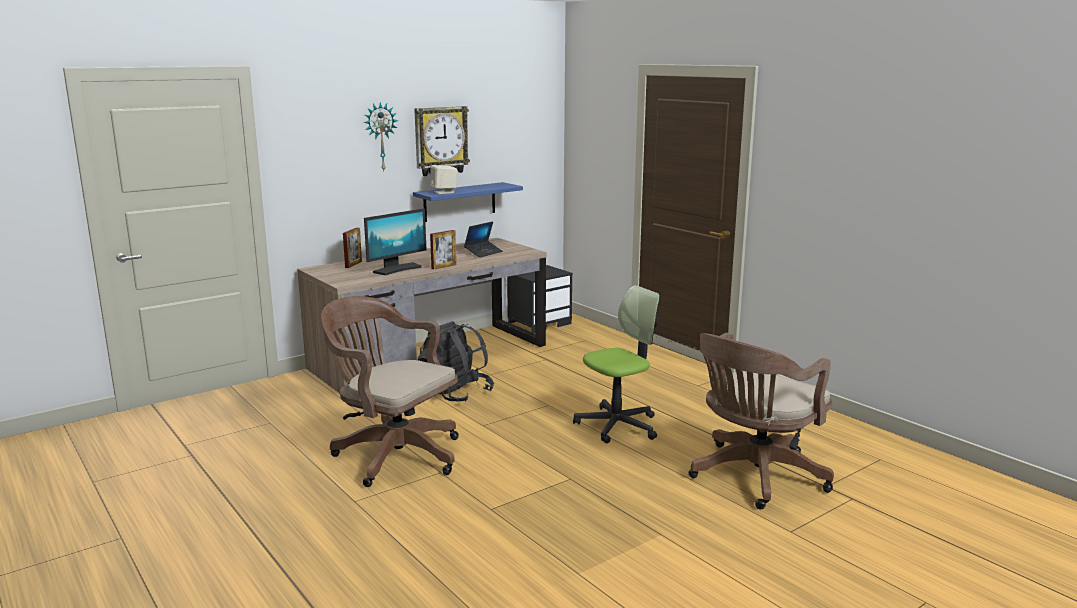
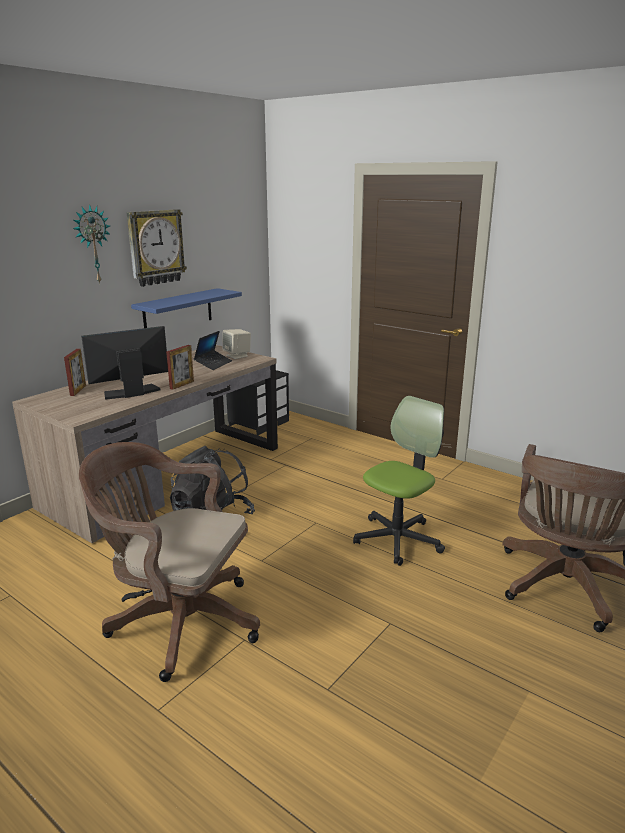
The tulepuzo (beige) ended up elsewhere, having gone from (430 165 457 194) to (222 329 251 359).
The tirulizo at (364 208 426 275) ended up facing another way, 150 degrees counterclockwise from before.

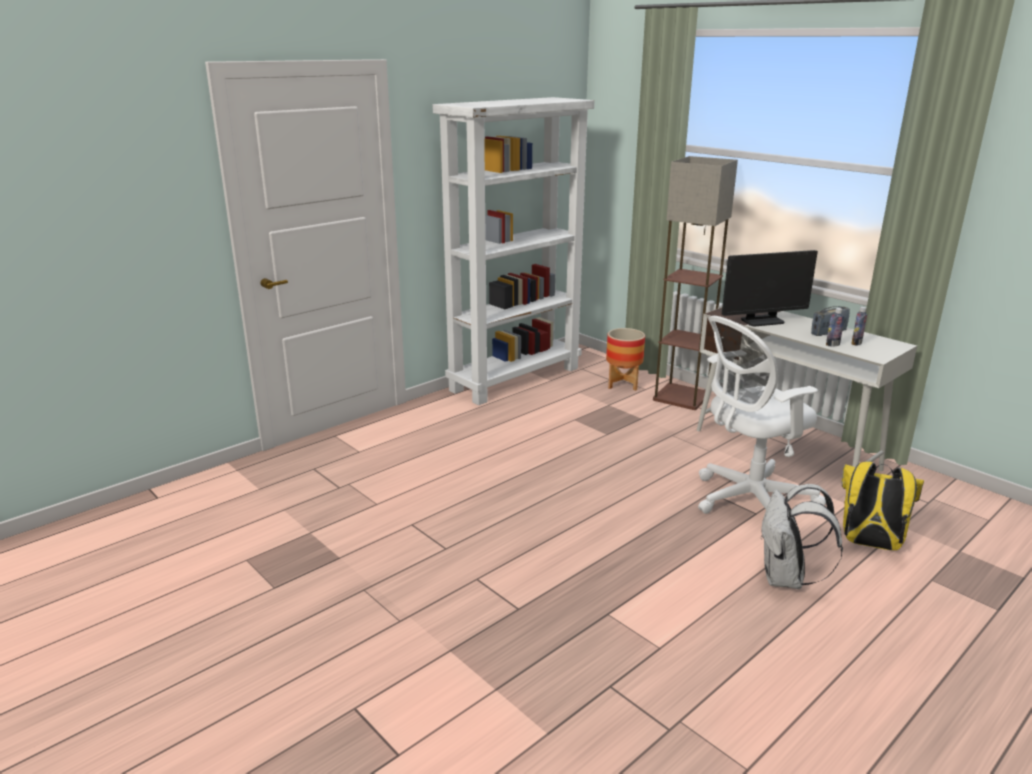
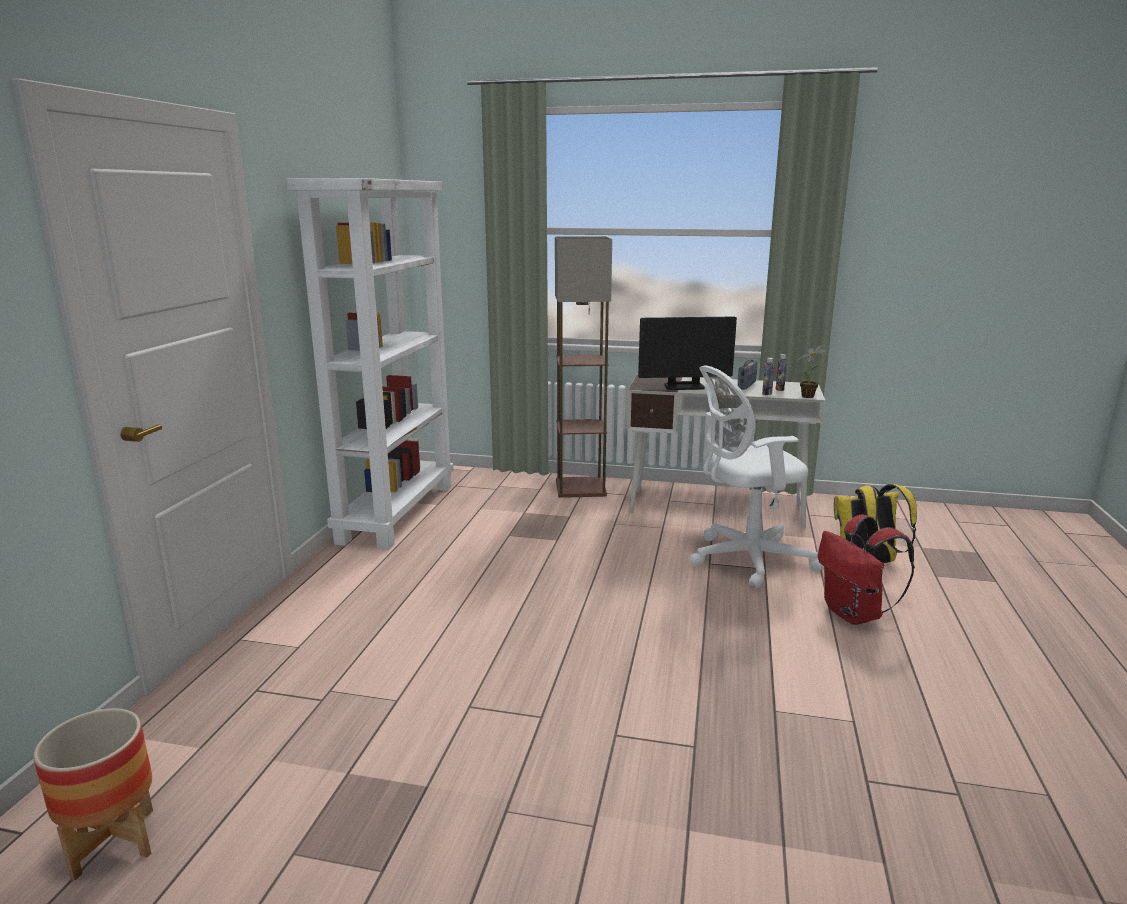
The tirulizo at (722 250 818 326) ended up facing another way, 45 degrees clockwise from before.
The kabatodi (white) at (698 316 826 514) ended up facing another way, 45 degrees clockwise from before.
The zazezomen ended up elsewhere, having gone from (606 328 645 391) to (33 708 153 880).
What was the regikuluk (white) at (762 484 843 589) turned into the regikuluk (red) at (818 515 915 625).
The second view gained the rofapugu at (797 343 826 398).

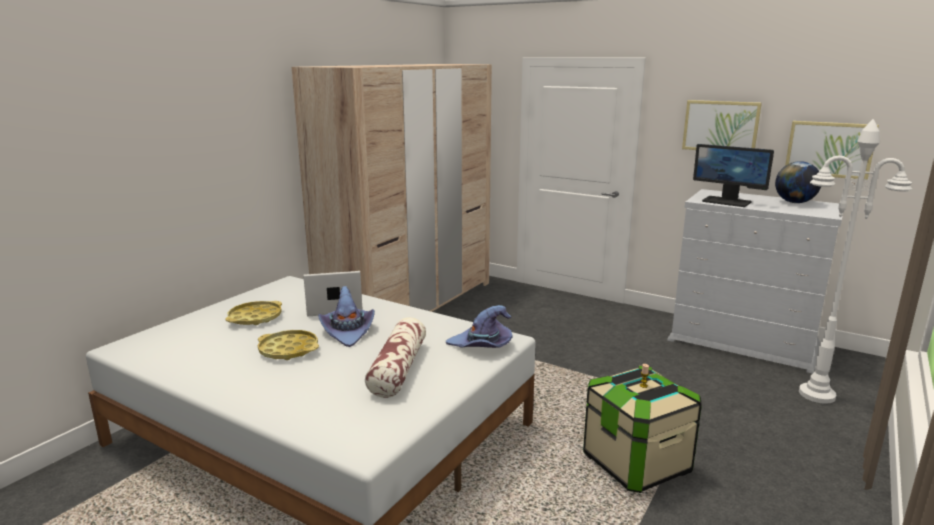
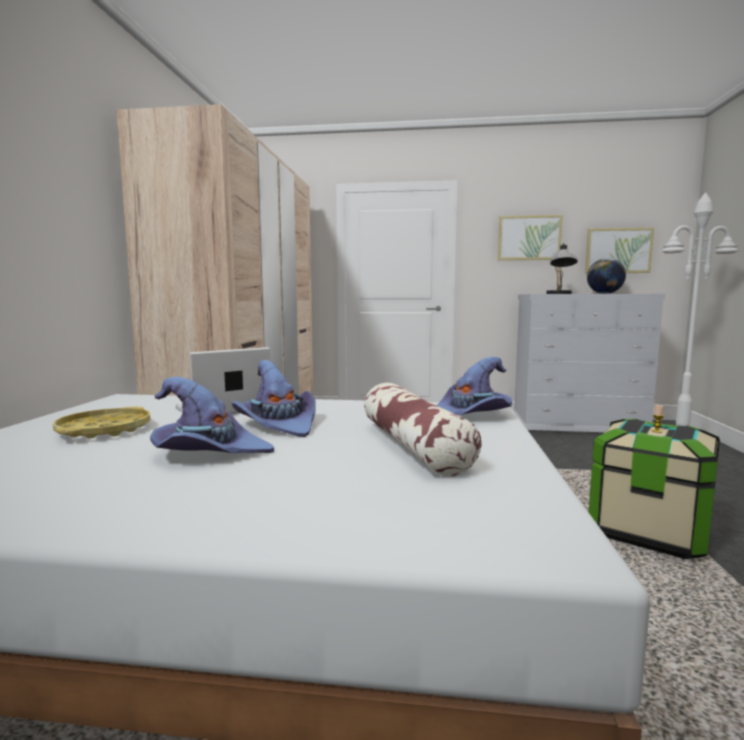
Where the tirulizo stood at (693 144 774 207), the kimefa came to stand at (546 243 578 294).
Where the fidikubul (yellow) stood at (258 330 319 360), the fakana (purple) came to stand at (150 377 274 453).

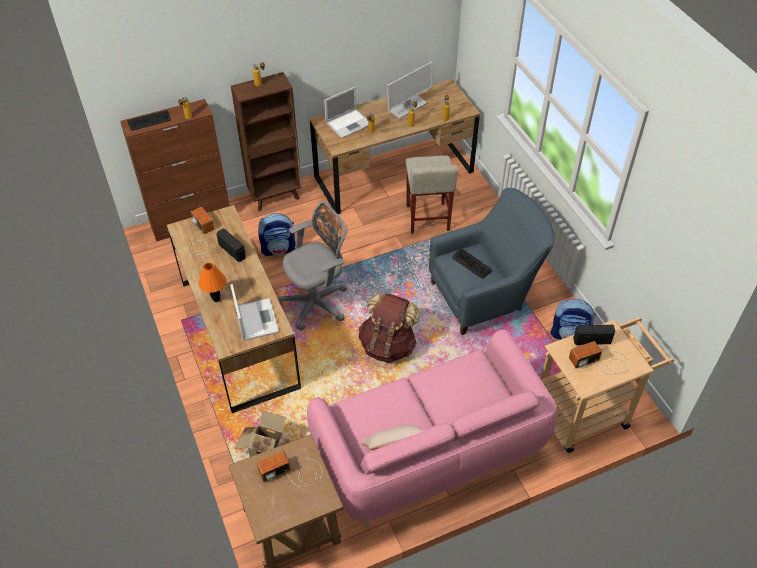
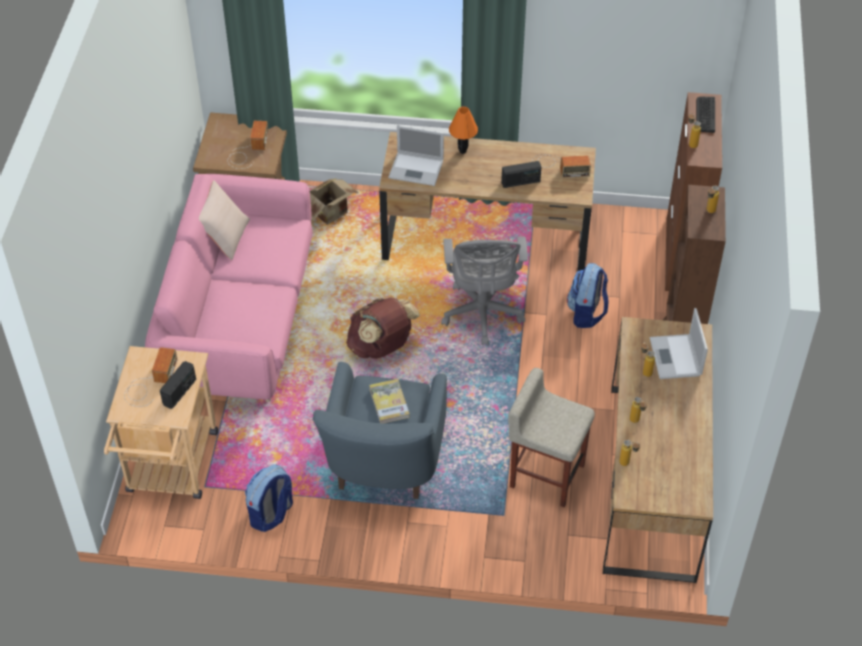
The second view lost the tirulizo at (387 62 433 119).
Where the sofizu stood at (452 248 492 278), the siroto came to stand at (369 379 410 423).

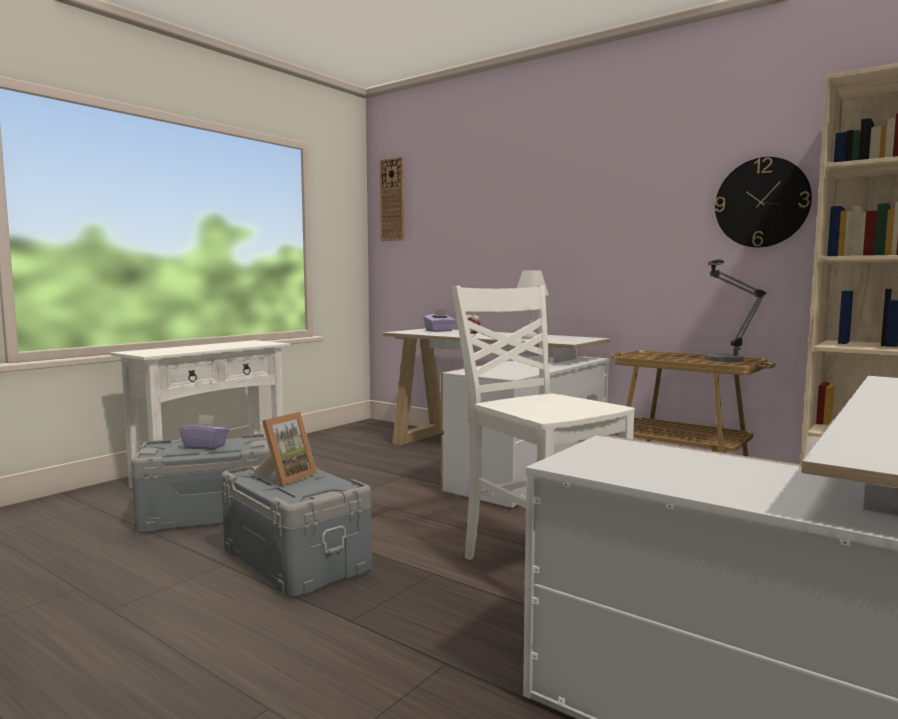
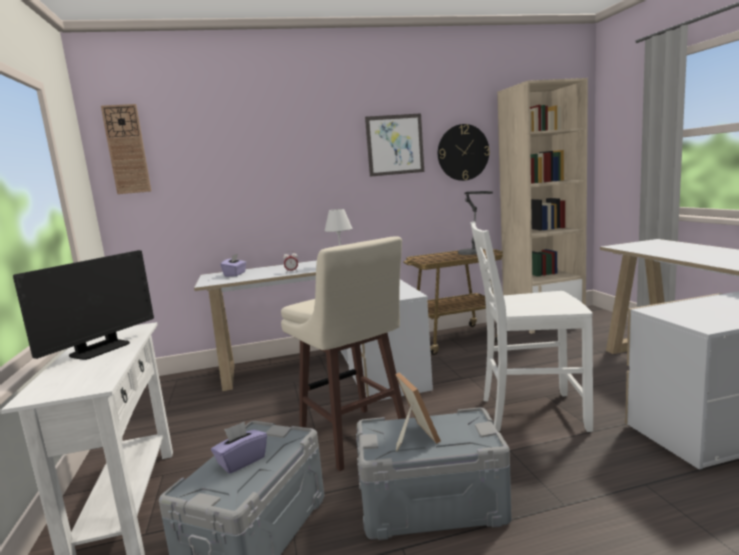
The second view gained the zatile at (365 113 424 177).
The second view gained the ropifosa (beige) at (281 236 406 471).
The second view gained the tirulizo at (13 250 154 360).

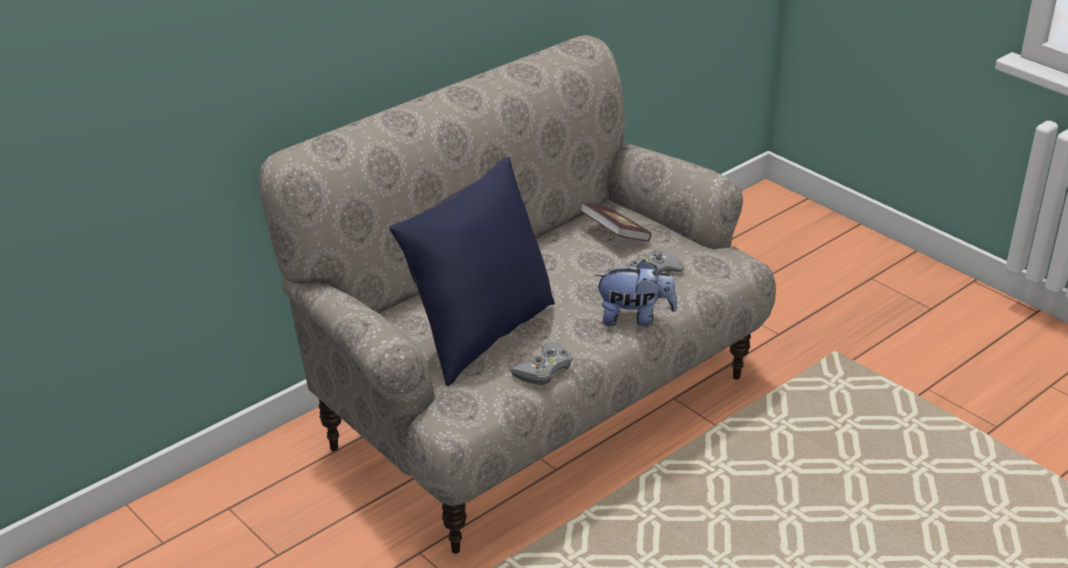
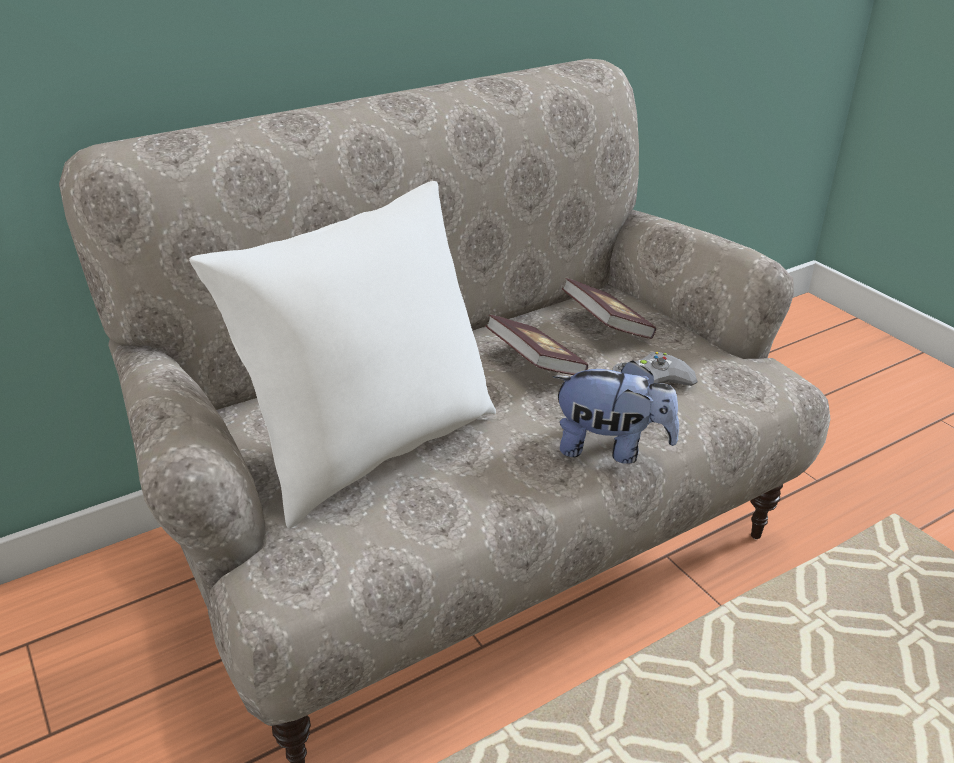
What was the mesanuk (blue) at (389 157 555 386) turned into the mesanuk (white) at (189 181 496 528).
The second view lost the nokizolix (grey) at (510 342 573 385).
The second view gained the siroto at (485 315 588 375).

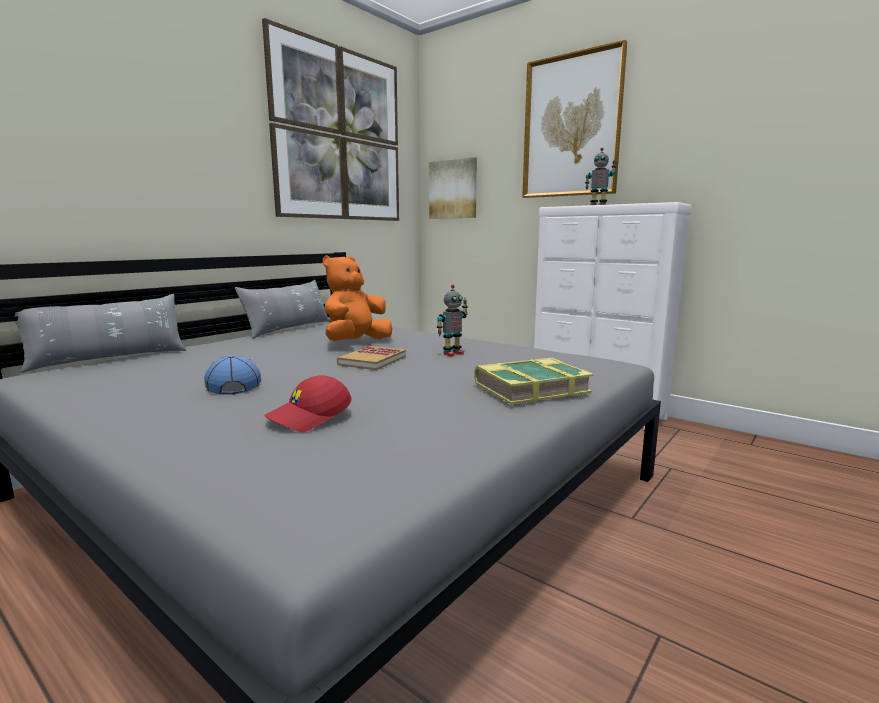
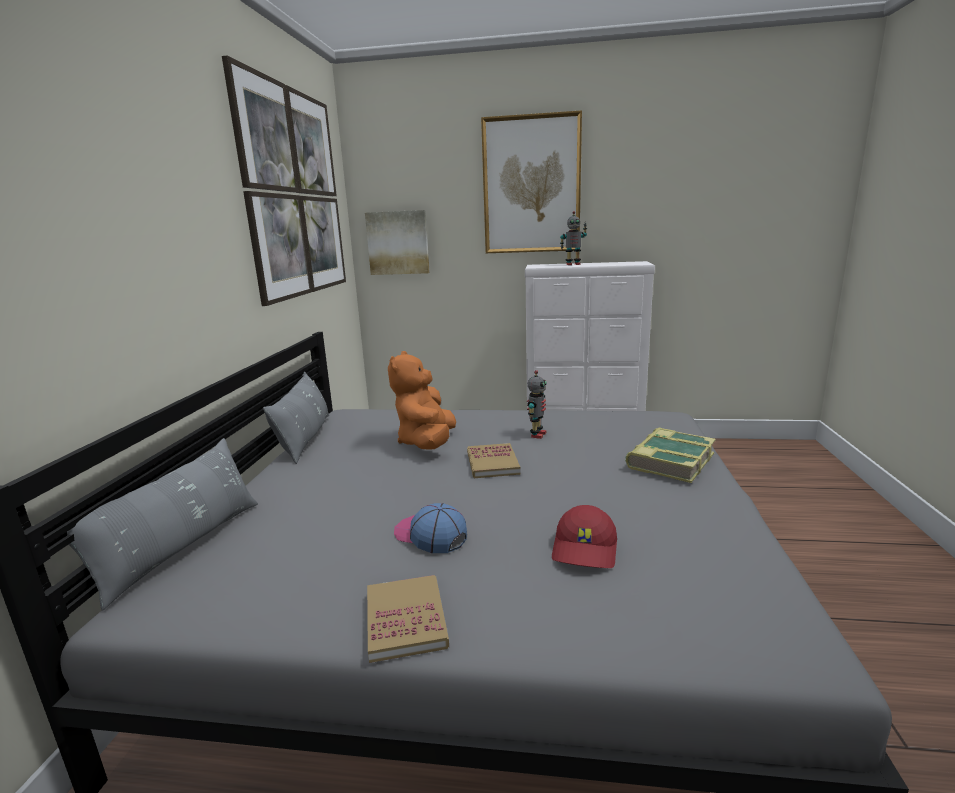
The second view gained the siroto at (367 575 449 663).

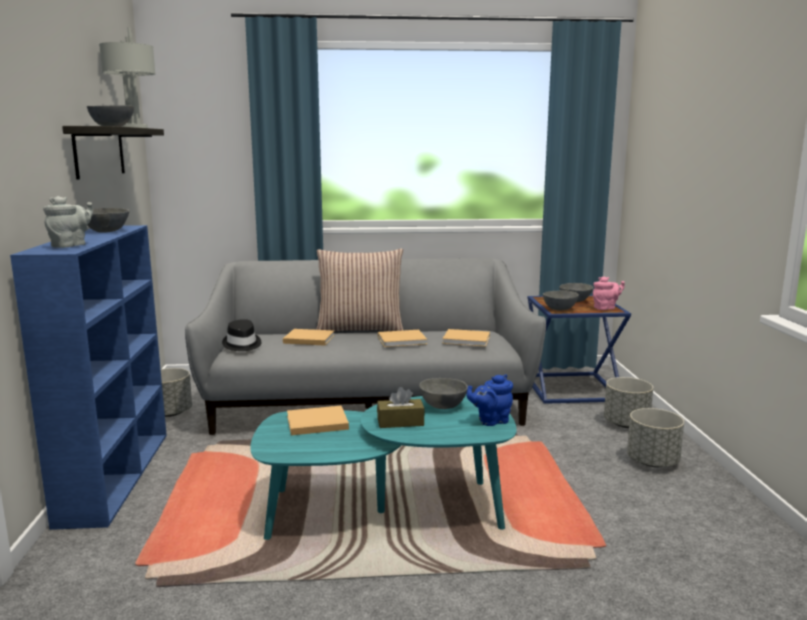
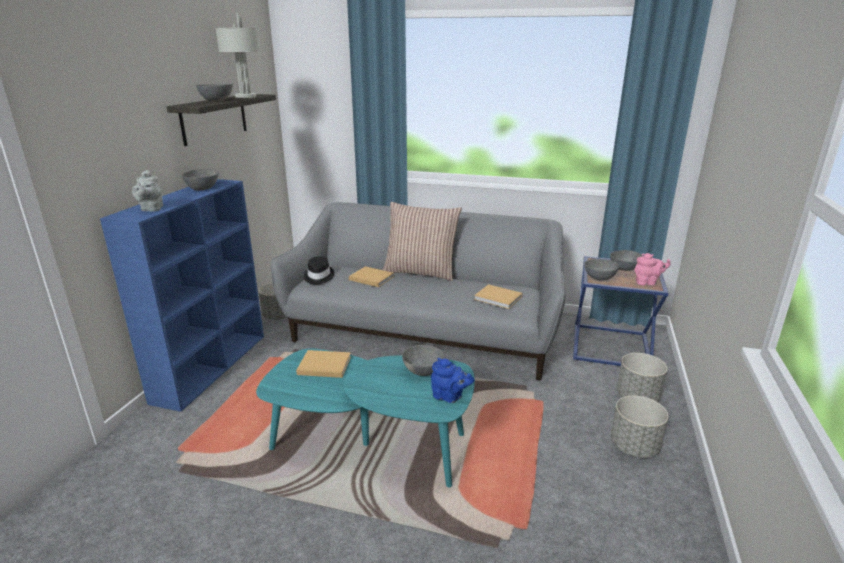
The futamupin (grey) at (43 196 93 248) ended up facing another way, 120 degrees clockwise from before.
The second view lost the siroto (beige) at (378 330 427 347).
The futamupin (blue) at (467 375 513 426) ended up facing another way, 150 degrees counterclockwise from before.
The second view lost the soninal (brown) at (377 387 425 428).

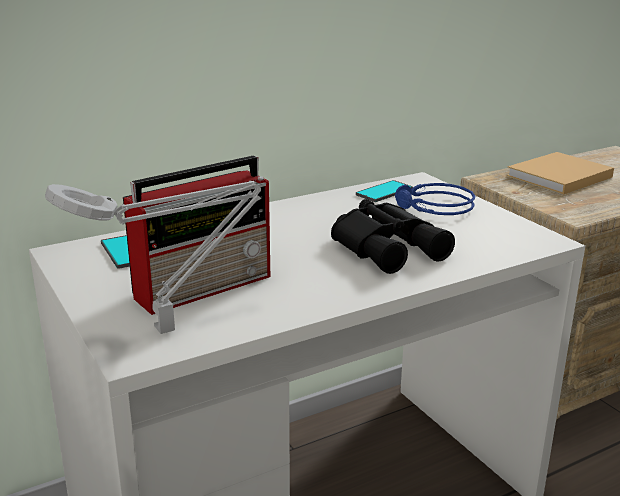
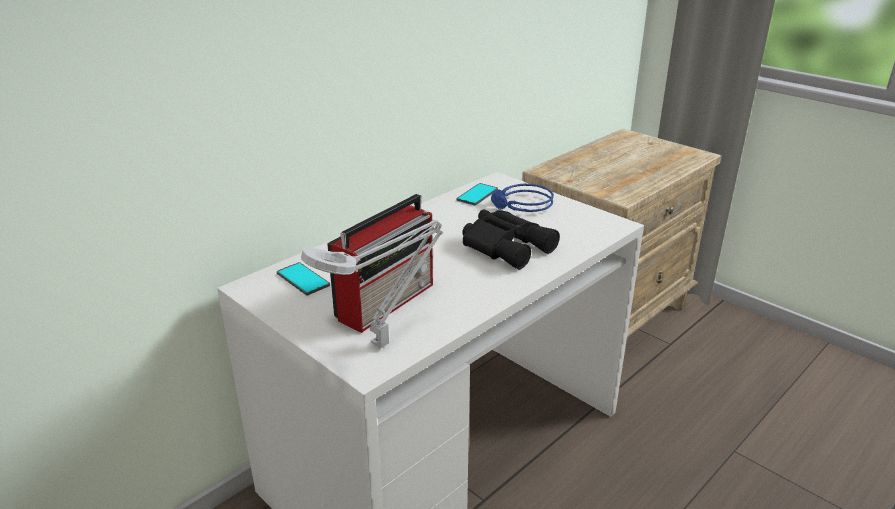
The second view lost the siroto (beige) at (507 152 614 194).

